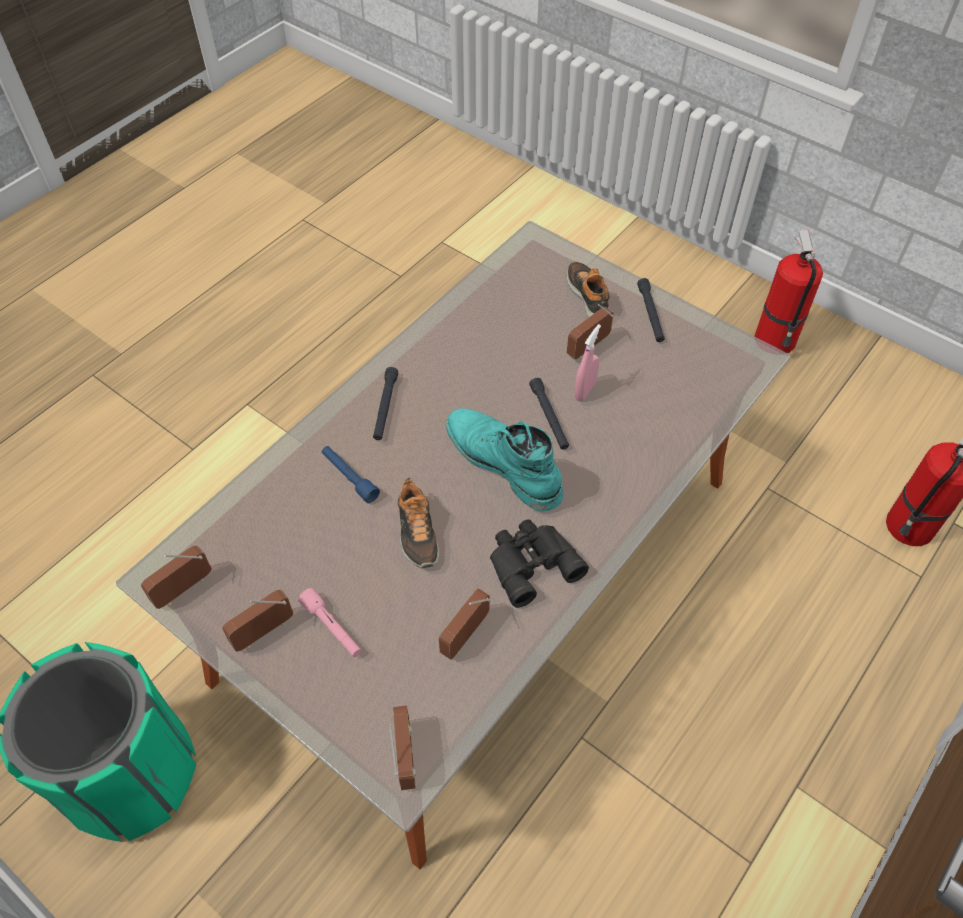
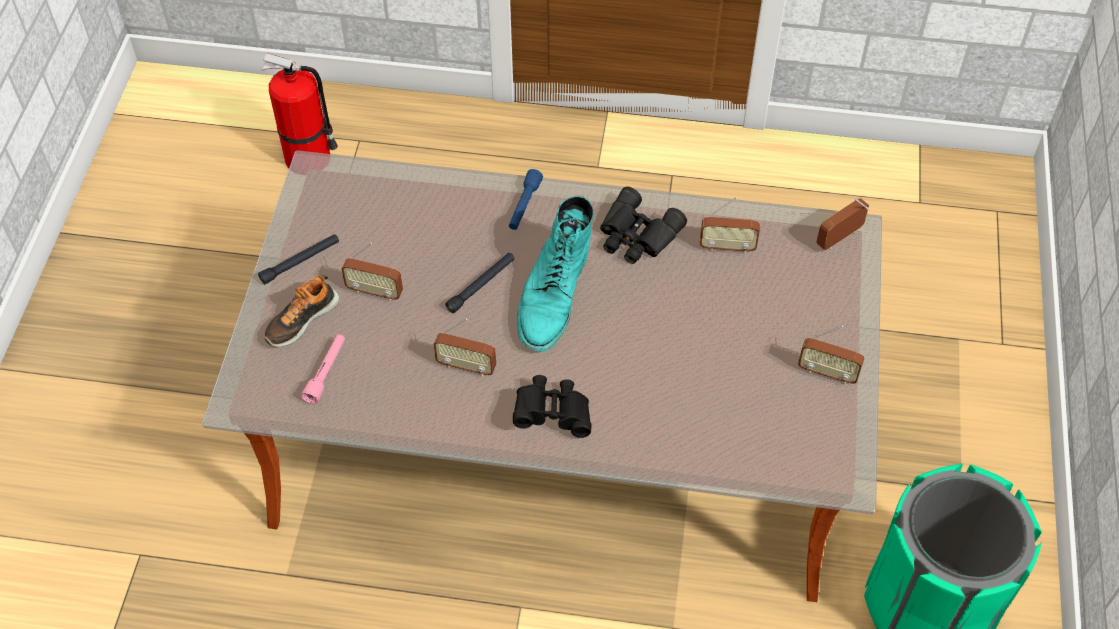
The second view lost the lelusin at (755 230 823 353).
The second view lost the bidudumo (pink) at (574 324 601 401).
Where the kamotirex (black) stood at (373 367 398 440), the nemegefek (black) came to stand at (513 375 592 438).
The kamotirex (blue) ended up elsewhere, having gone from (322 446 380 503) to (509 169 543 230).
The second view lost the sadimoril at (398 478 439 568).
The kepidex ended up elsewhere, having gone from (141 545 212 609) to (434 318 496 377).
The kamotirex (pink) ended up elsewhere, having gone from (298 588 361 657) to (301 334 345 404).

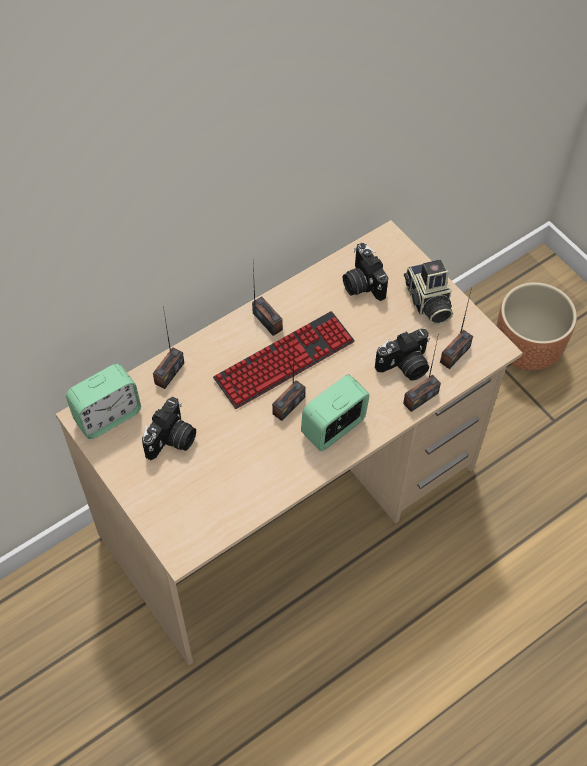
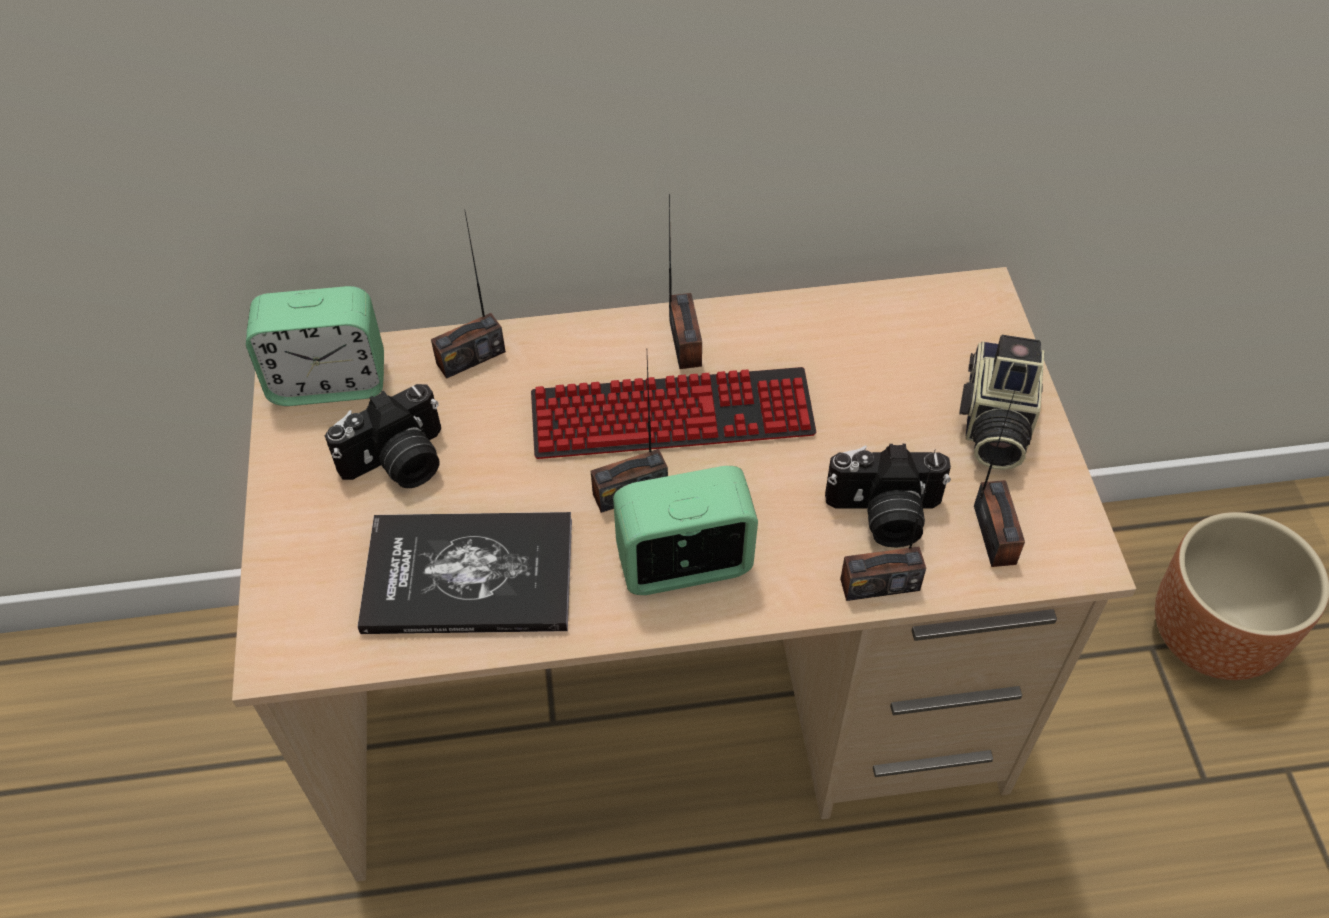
The second view lost the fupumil at (343 243 388 301).
The kepidex at (440 287 473 369) ended up facing another way, 75 degrees counterclockwise from before.
The second view gained the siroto at (358 512 572 634).

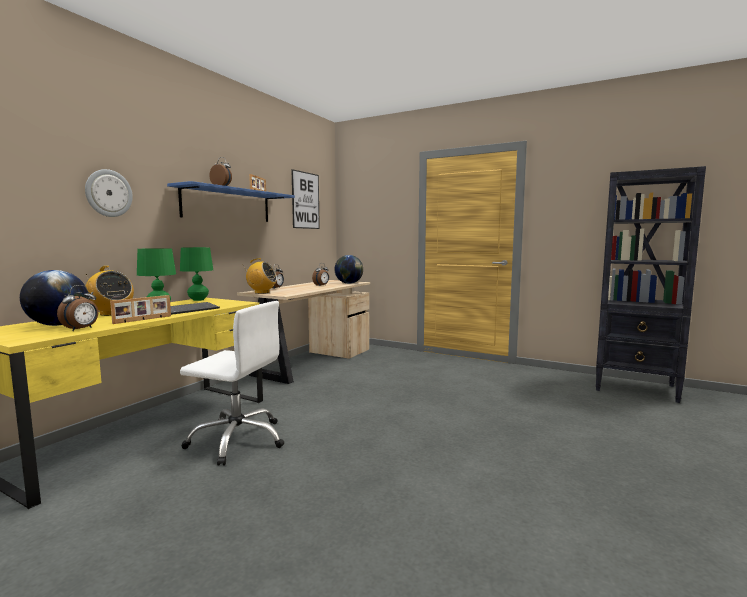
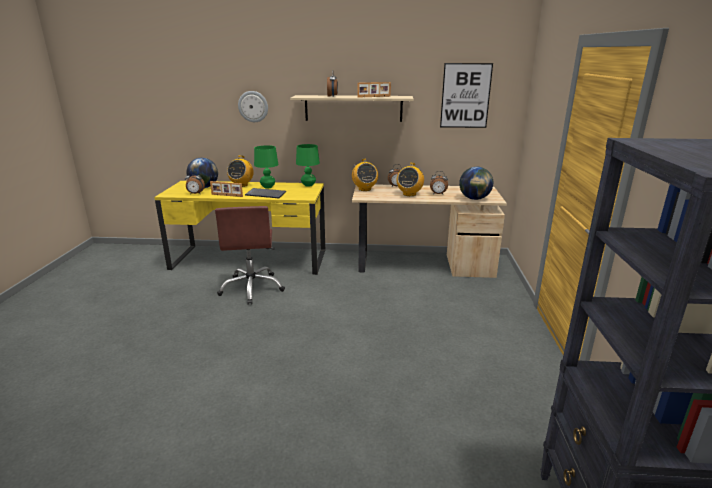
What was the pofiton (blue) at (167 181 295 222) turned into the pofiton (beige) at (290 95 414 122).
What was the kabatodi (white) at (180 301 284 466) turned into the kabatodi (brown) at (215 206 285 305).
The second view gained the kepidex at (396 163 424 196).

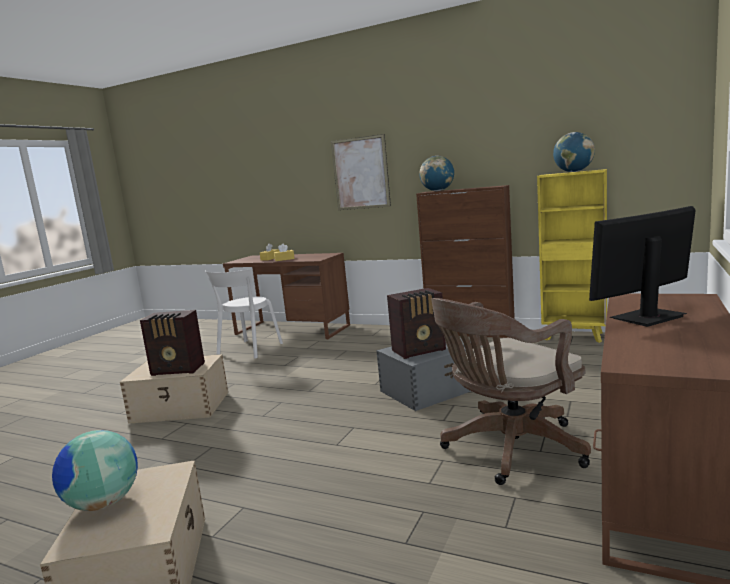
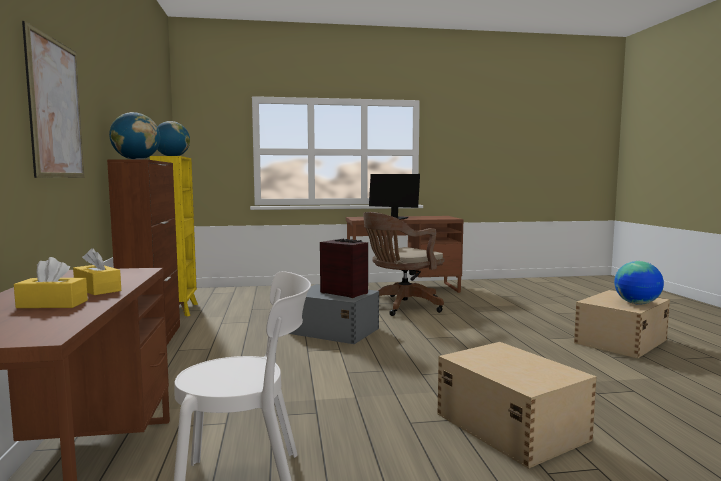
The kabatodi (brown) at (431 298 591 485) ended up facing another way, 120 degrees clockwise from before.
The second view lost the kepidex at (140 310 205 376).

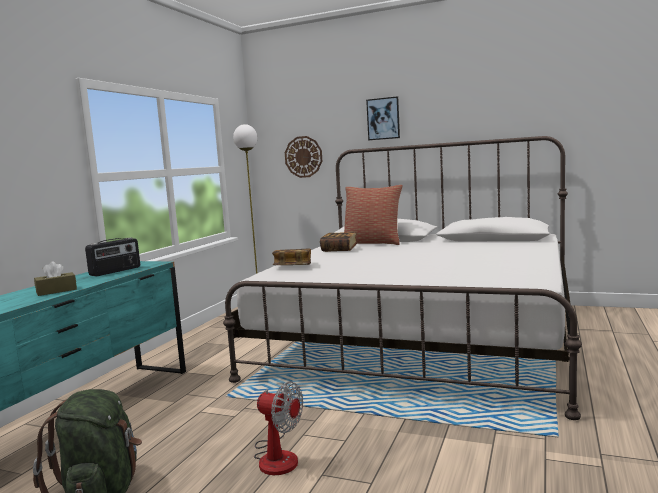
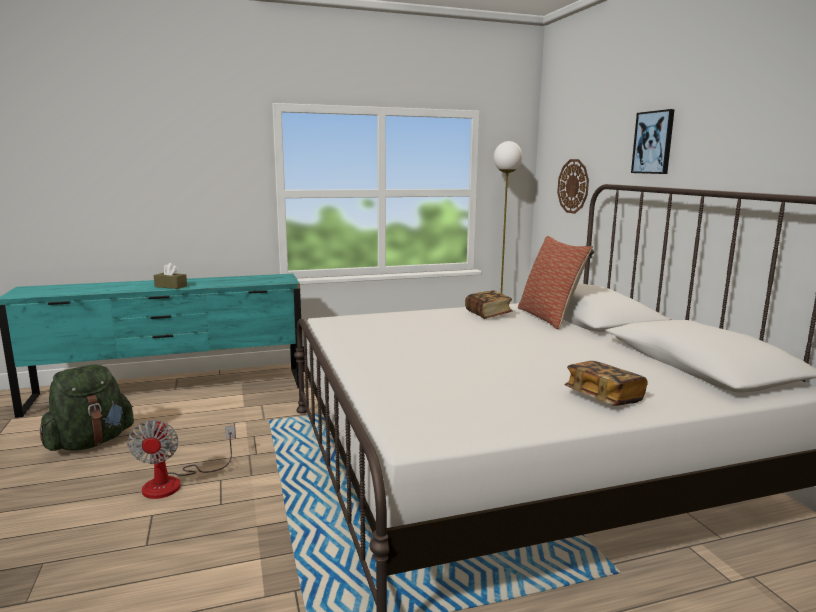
The second view lost the kepidex at (85 238 140 276).
The siroto ended up elsewhere, having gone from (272 249 311 265) to (564 361 647 406).

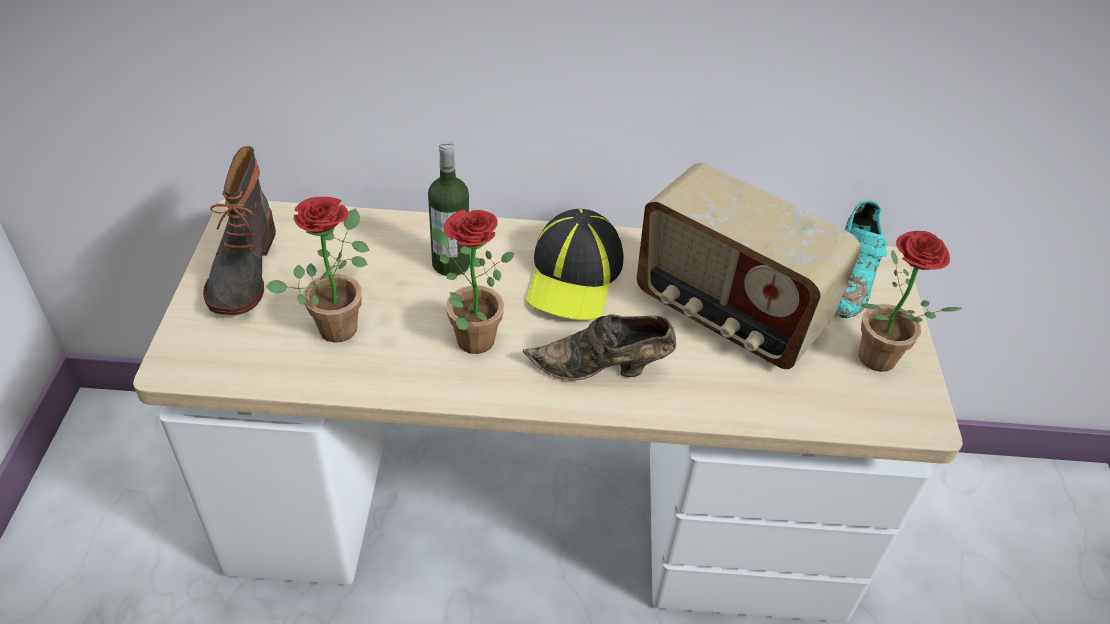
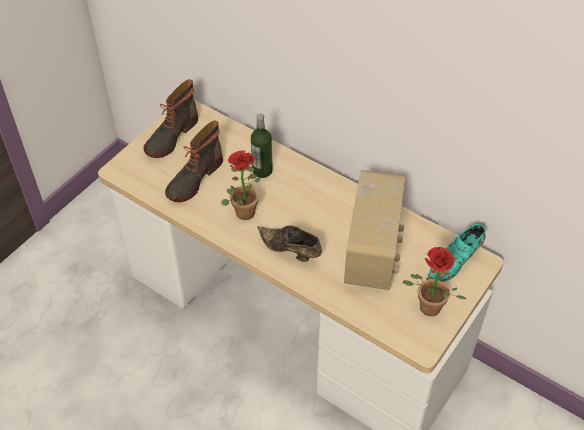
The kepidex at (636 163 861 369) ended up facing another way, 150 degrees counterclockwise from before.
Where the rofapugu stood at (265 197 370 343), the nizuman came to stand at (165 121 223 202).
The second view lost the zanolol at (526 209 623 321).

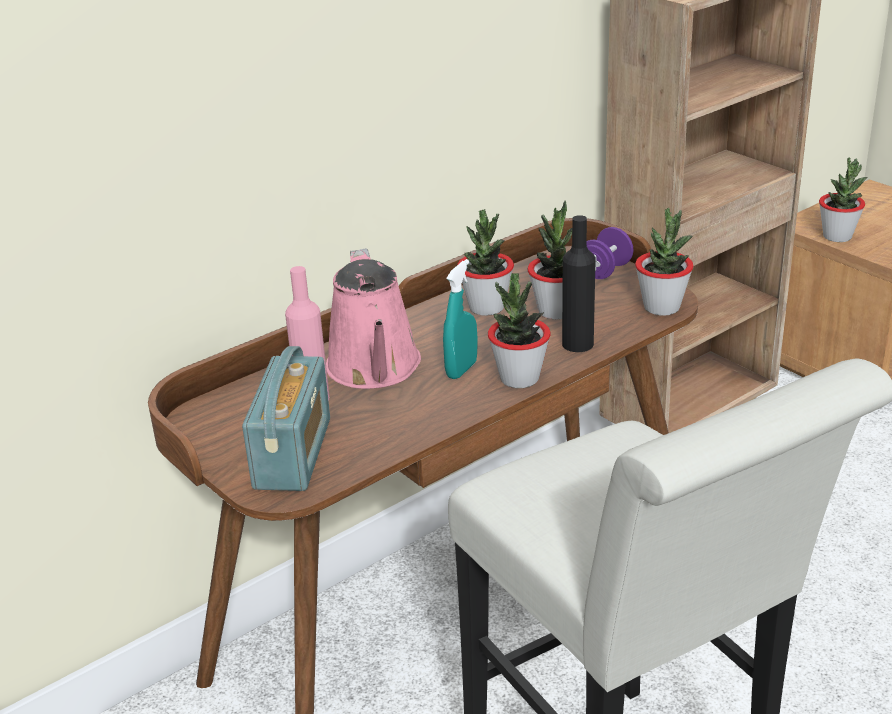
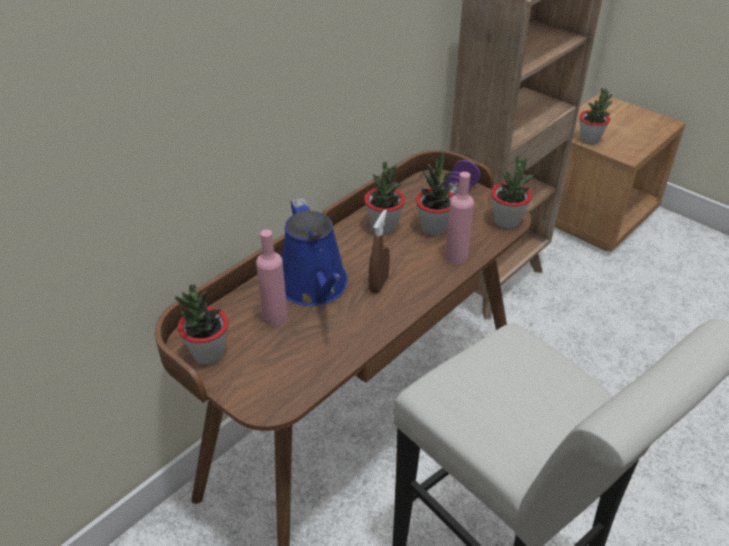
What was the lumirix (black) at (562 215 596 352) turned into the lumirix (pink) at (445 172 474 264).
What was the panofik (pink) at (326 248 421 389) turned into the panofik (blue) at (281 198 348 306).
What was the bidudumo (turquoise) at (443 259 477 379) turned into the bidudumo (brown) at (369 210 390 294).
The rofapugu ended up elsewhere, having gone from (488 273 551 388) to (175 284 229 365).
The second view lost the kepidex at (242 346 330 491).

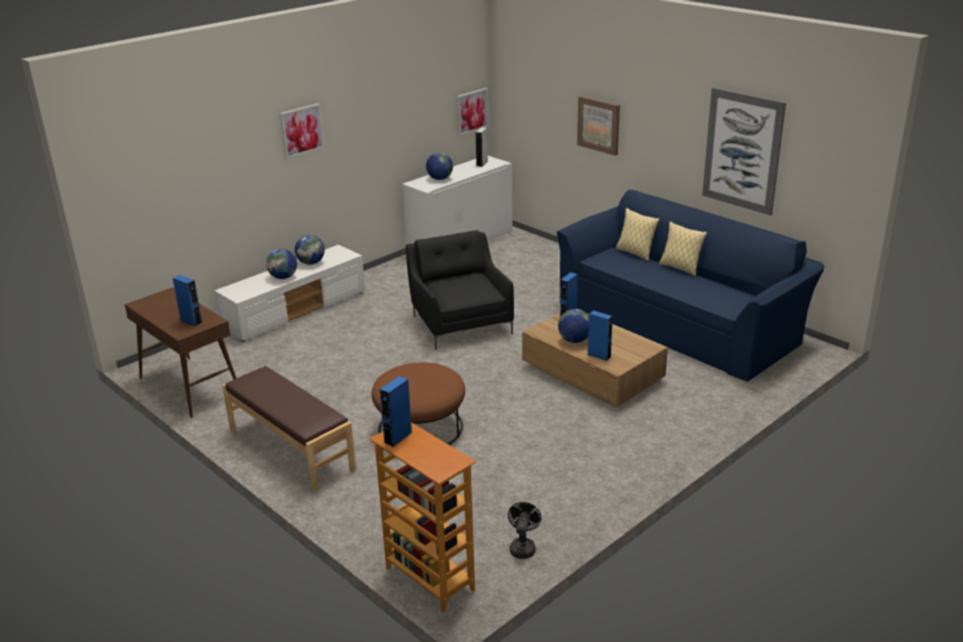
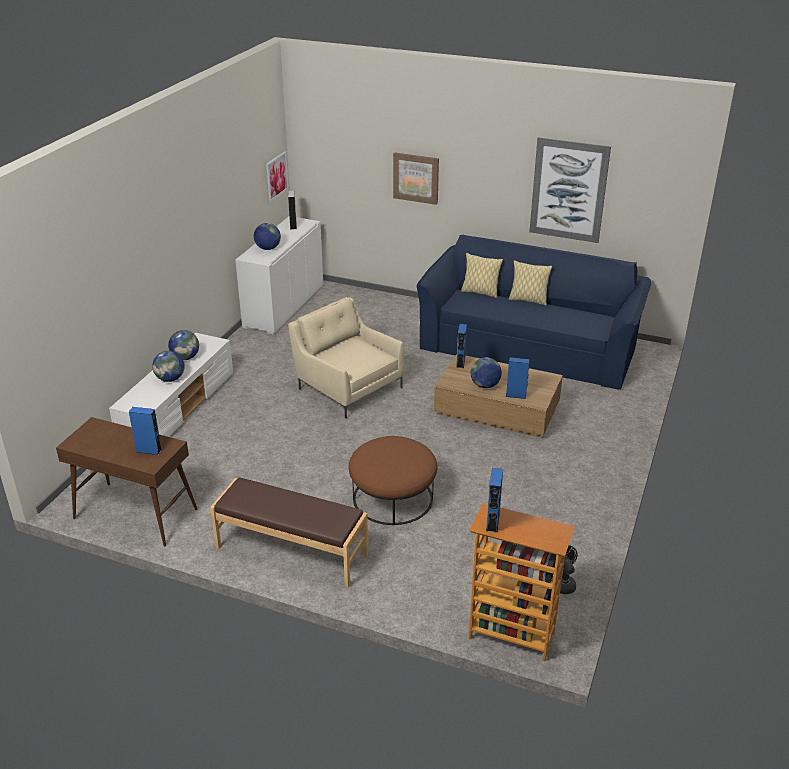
The second view lost the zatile at (280 103 324 159).
What was the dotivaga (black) at (406 230 514 349) turned into the dotivaga (beige) at (288 297 404 419).

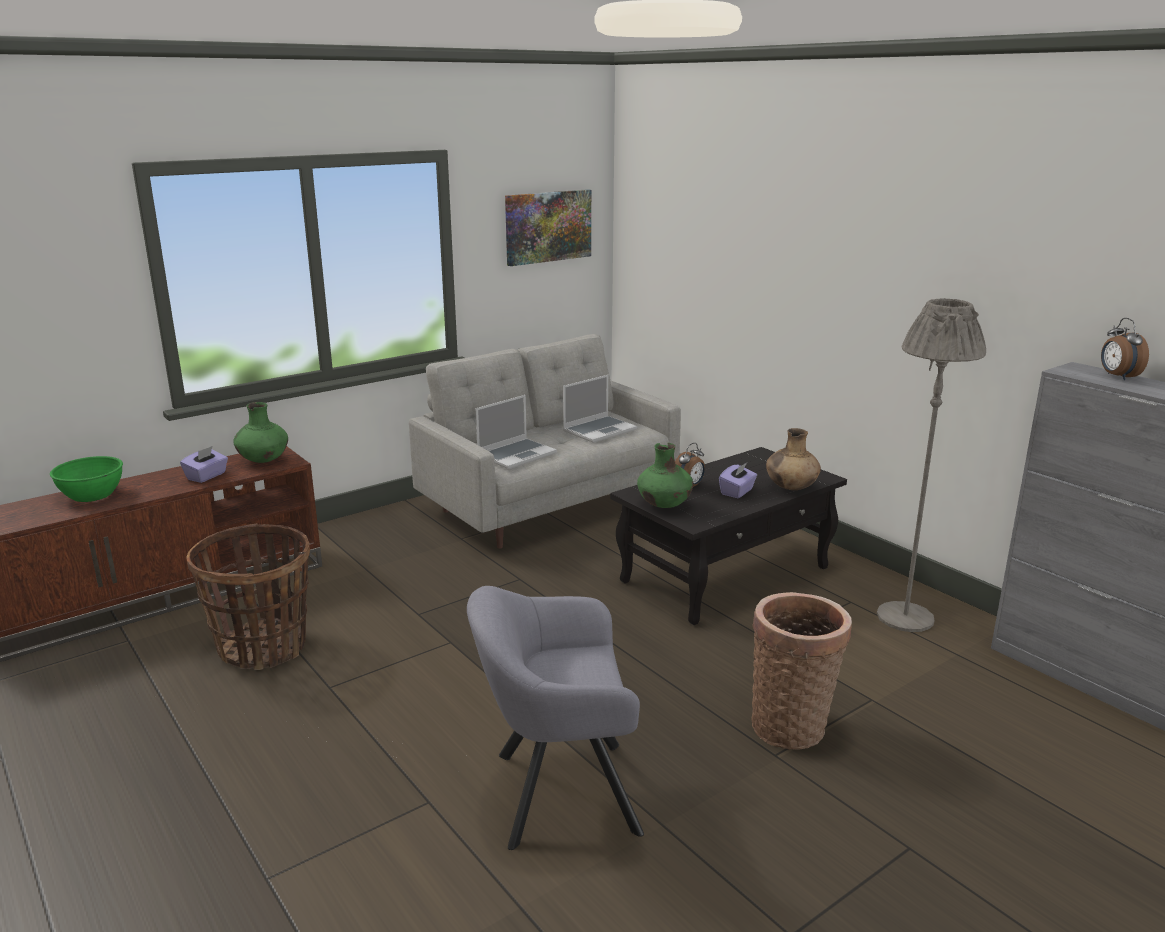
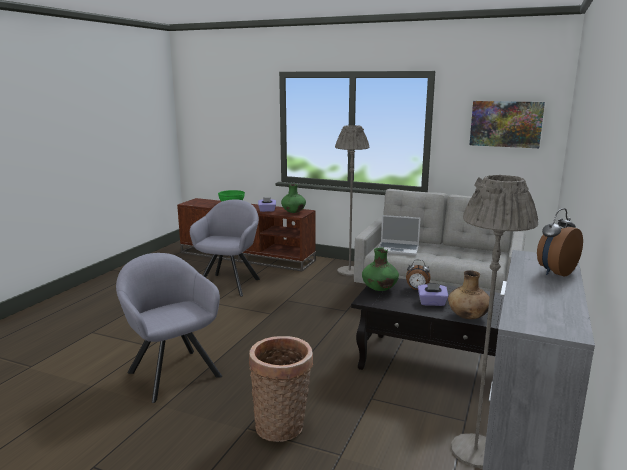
The second view lost the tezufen at (563 375 637 443).
Where the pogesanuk stood at (186 524 310 670), the dotivaga (grey) came to stand at (190 199 260 296).
The second view gained the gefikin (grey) at (335 125 369 276).

